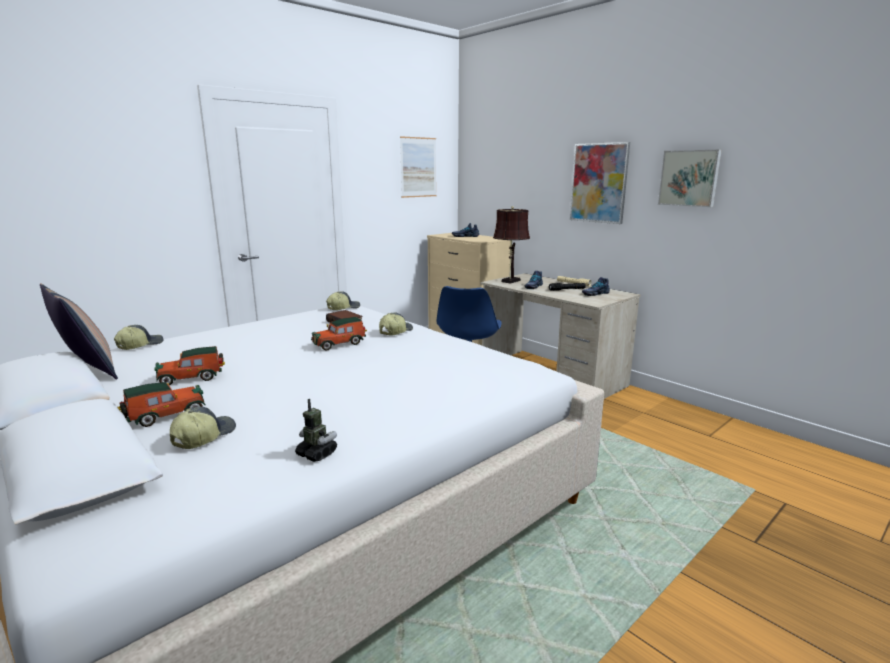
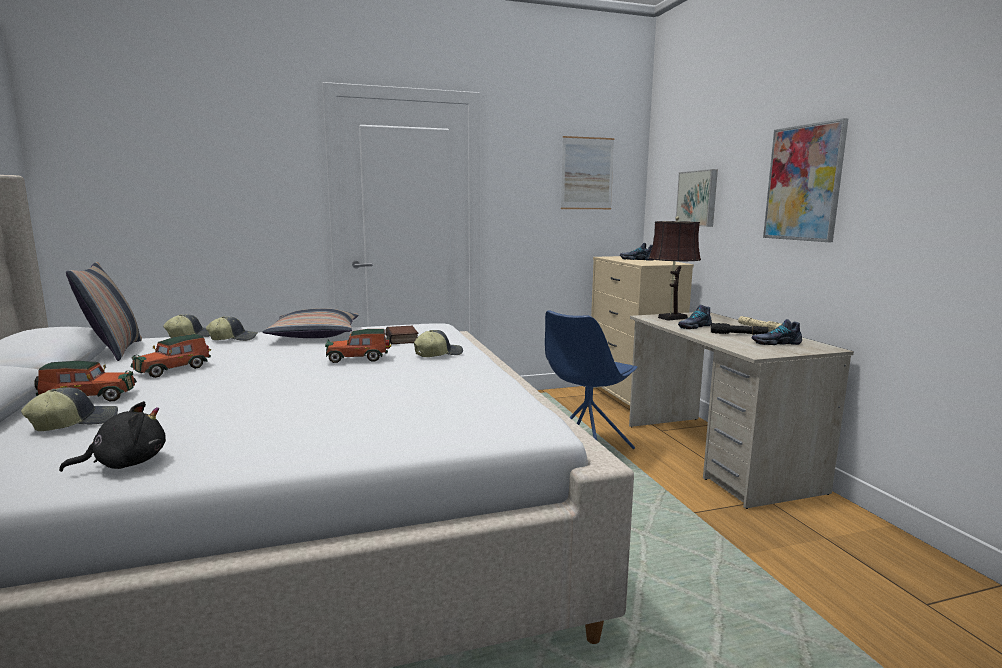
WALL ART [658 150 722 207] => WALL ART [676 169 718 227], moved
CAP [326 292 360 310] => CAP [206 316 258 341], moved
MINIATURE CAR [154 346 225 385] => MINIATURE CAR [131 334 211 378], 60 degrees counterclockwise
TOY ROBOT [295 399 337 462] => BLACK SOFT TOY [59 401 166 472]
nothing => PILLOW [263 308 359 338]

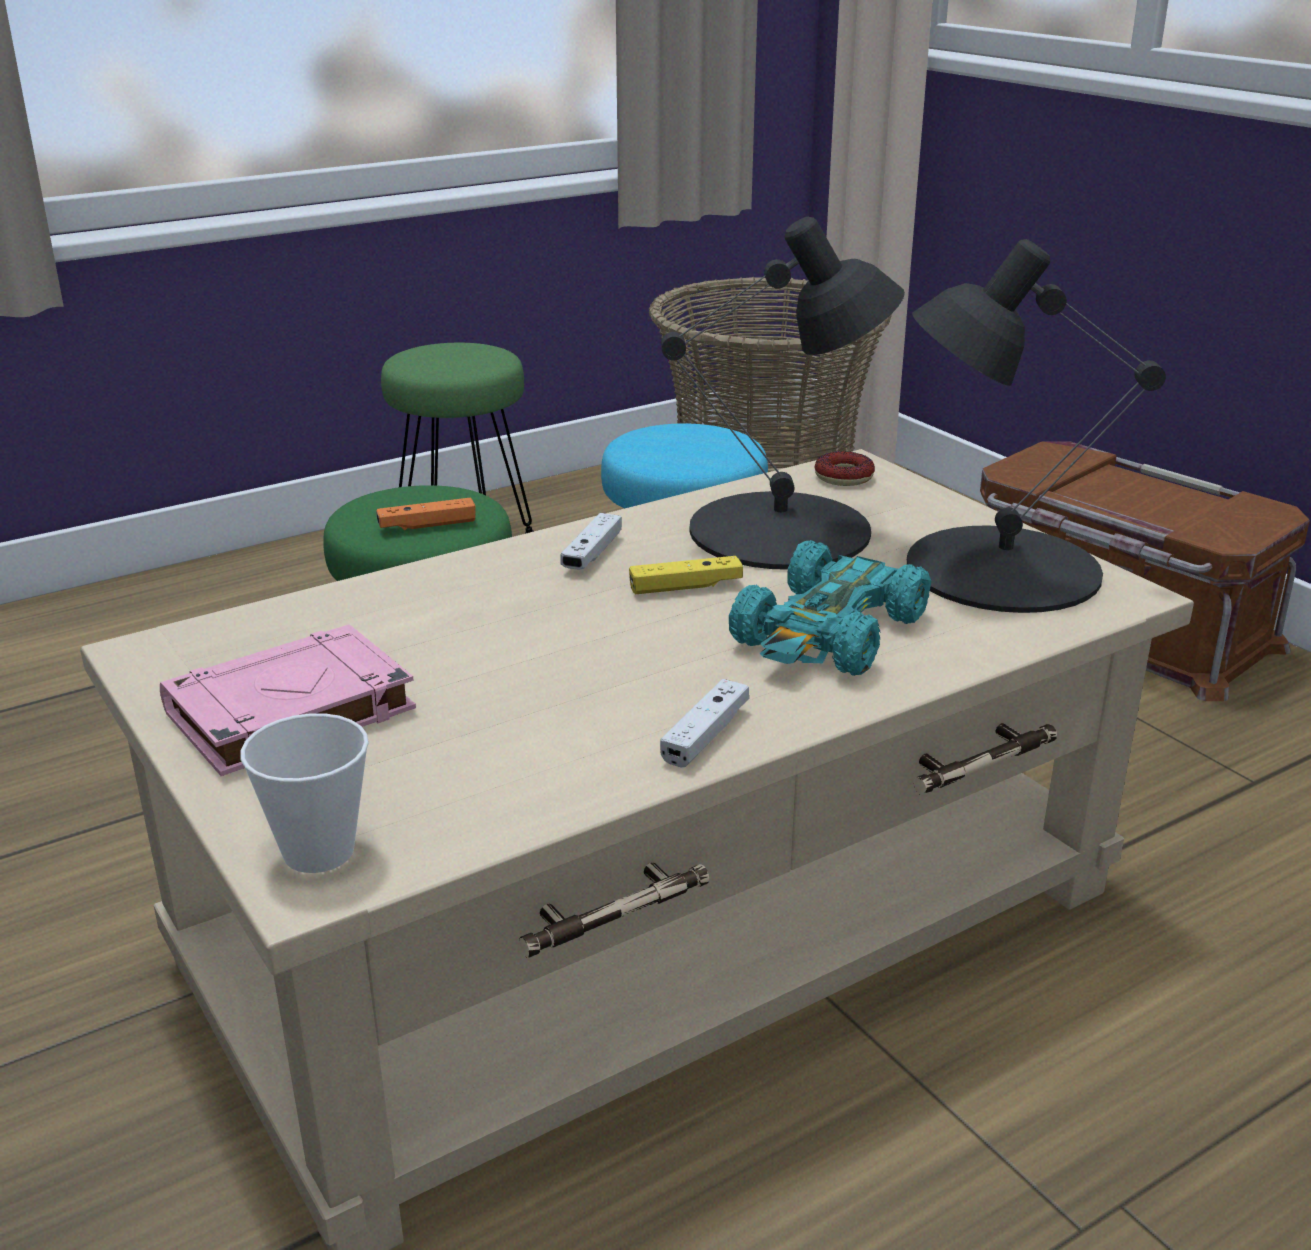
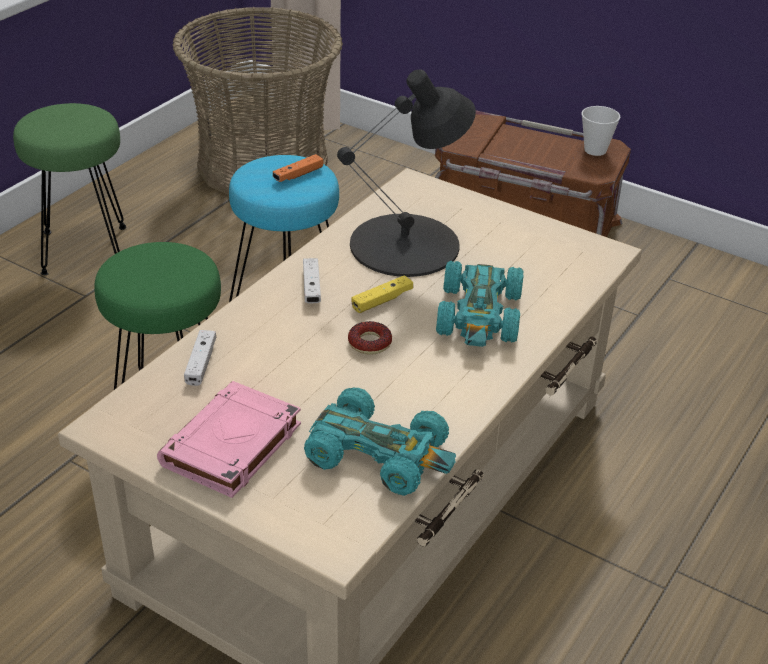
BLACK TABLETOP LAMP [907 239 1166 613] => nothing
RING DOUGHNUT [815 451 875 486] => RING DOUGHNUT [348 321 392 355], moved
ORANGEY GAME CONTROLLER [376 498 476 530] => ORANGEY GAME CONTROLLER [273 154 323 182], moved
WHITE-COLOURED GAME CONTROLLER [660 679 749 768] => WHITE-COLOURED GAME CONTROLLER [184 330 216 386], moved
DRINKING CUP [240 713 369 873] => DRINKING CUP [582 106 620 156], moved
nothing => TURQUOISE MINIATURE CAR [304 387 456 496]

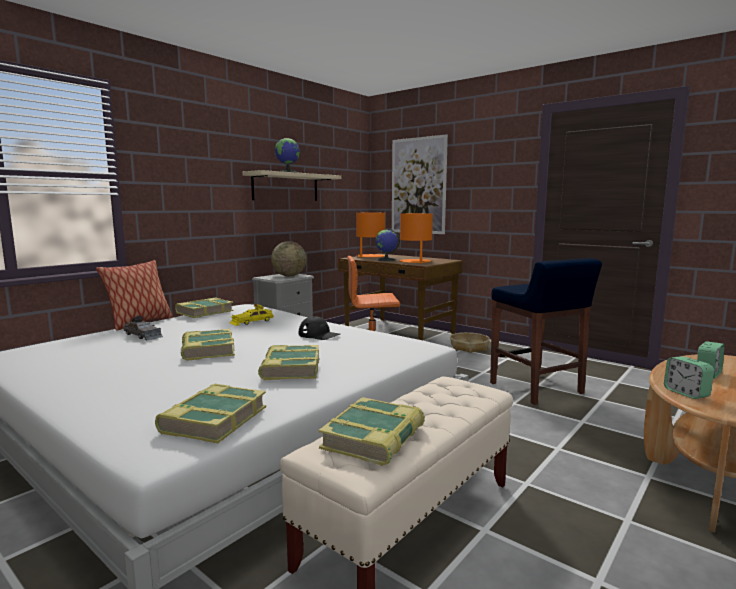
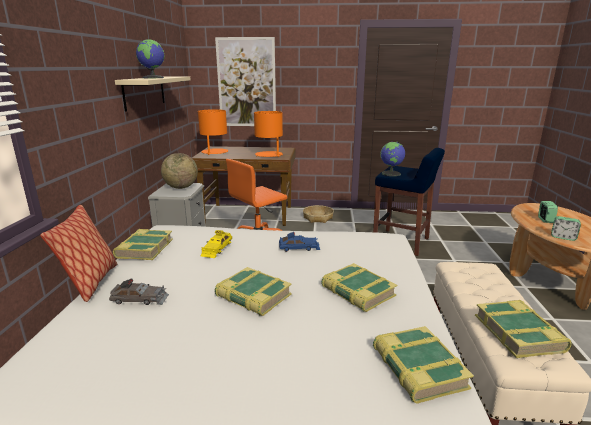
GLOBE [375 229 400 261] => GLOBE [380 142 405 176], moved
BLACK CAP [299 316 340 340] => BLUE-COLOURED MINIATURE CAR [279 232 320 252]

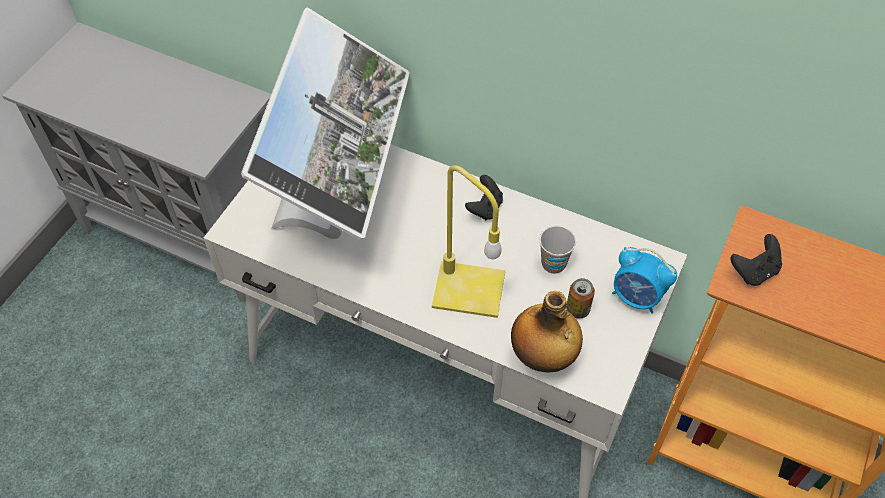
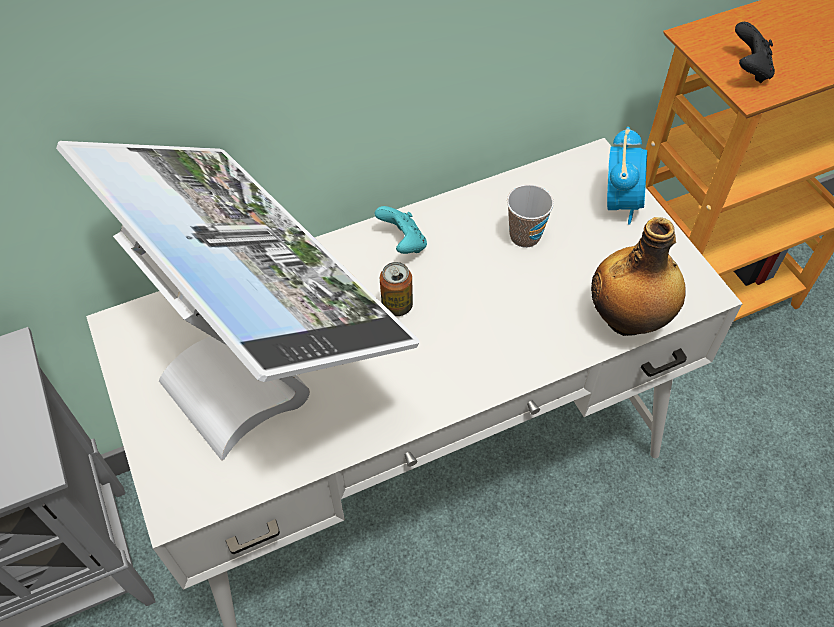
YELLOWISH TABLETOP LAMP [432 165 505 318] => nothing
BLACK GAME CONTROLLER [465 175 503 220] => TURQUOISE GAME CONTROLLER [374 206 427 254]
BEDSIDE CLOCK [612 247 677 314] => BEDSIDE CLOCK [607 127 647 225], 60 degrees counterclockwise
SEALED CAN [566 278 595 319] => SEALED CAN [380 262 413 316], moved

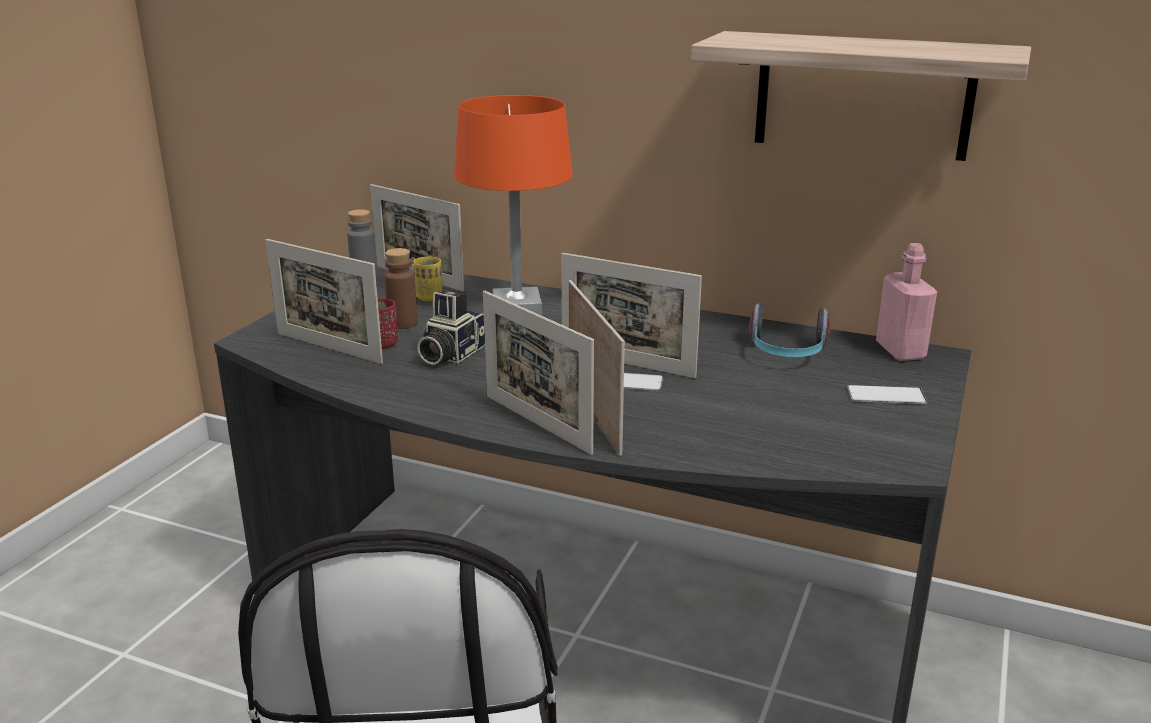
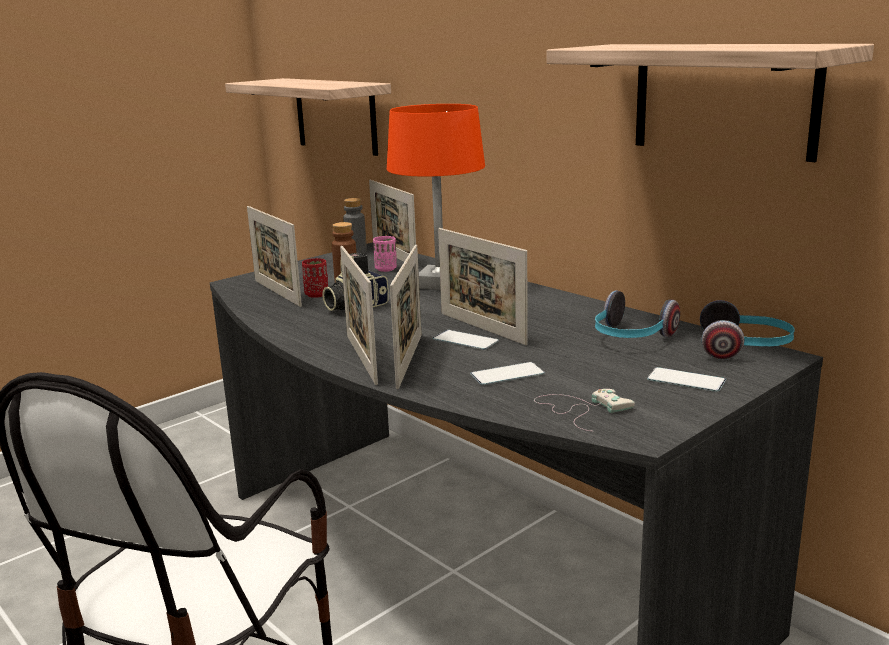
PINK DRINK BOTTLE [876 243 937 361] => HEADSET [700 300 795 360]
YELLOWISH DRINKING CUP [414 257 443 301] => PINK DRINKING CUP [373 236 397 272]
nothing => BRACKET SHELF [225 78 391 156]
nothing => HANDSET [470 362 545 385]
nothing => WHITE-COLOURED GAME CONTROLLER [534 389 635 432]

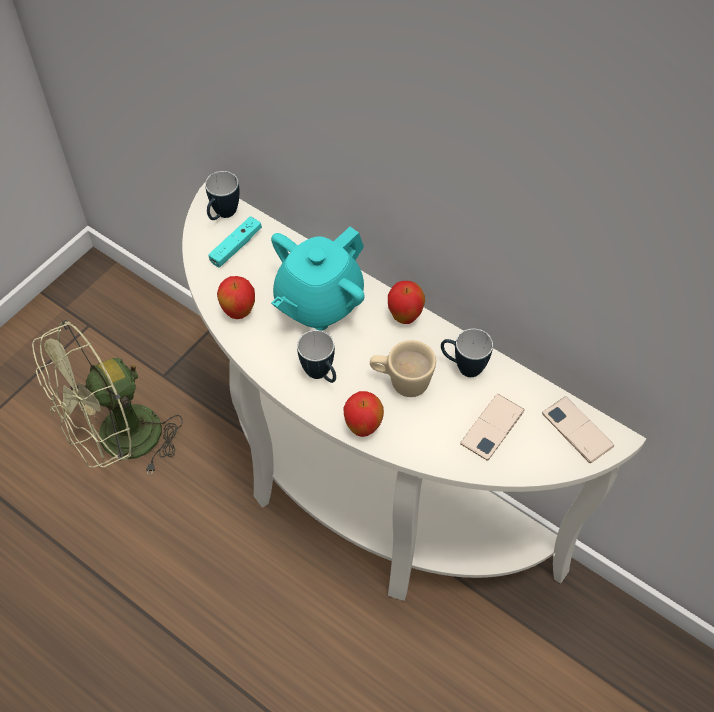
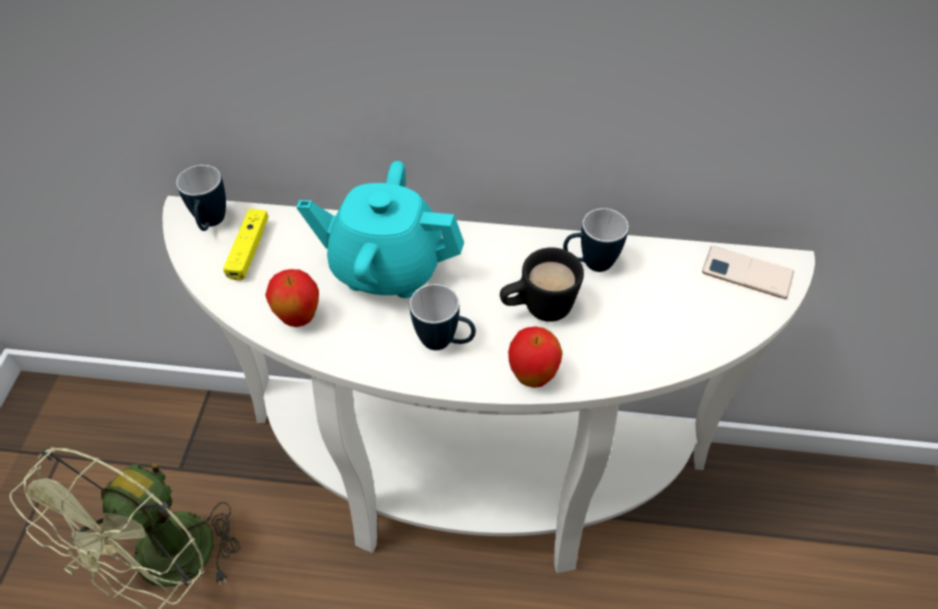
TURQUOISE GAME CONTROLLER [208 216 262 268] => YELLOWISH GAME CONTROLLER [223 209 269 281]
TURQUOISE POT FOR TEA [271 227 365 330] => TURQUOISE POT FOR TEA [297 161 464 298], 90 degrees clockwise
WHOLE APPLE [388 281 425 324] => nothing
BEIGE-COLOURED MUG [370 340 436 397] => BLACK MUG [500 247 584 322]
HANDSET [460 394 525 461] => nothing

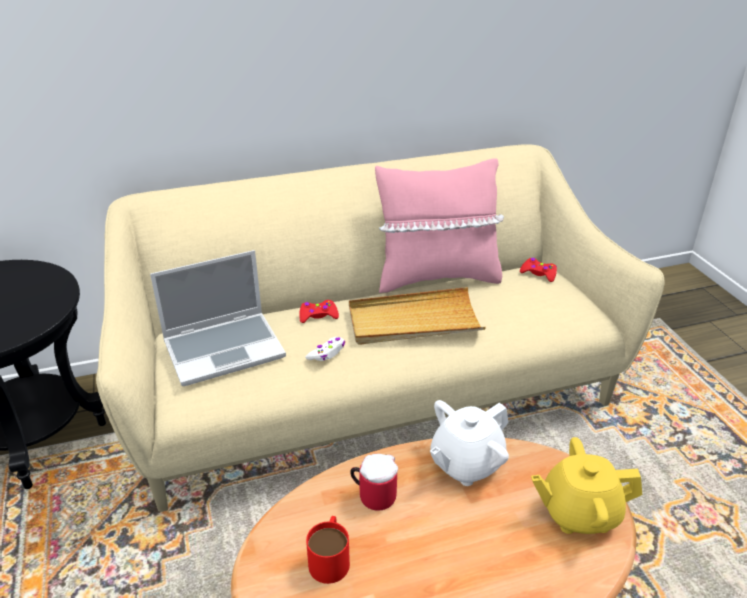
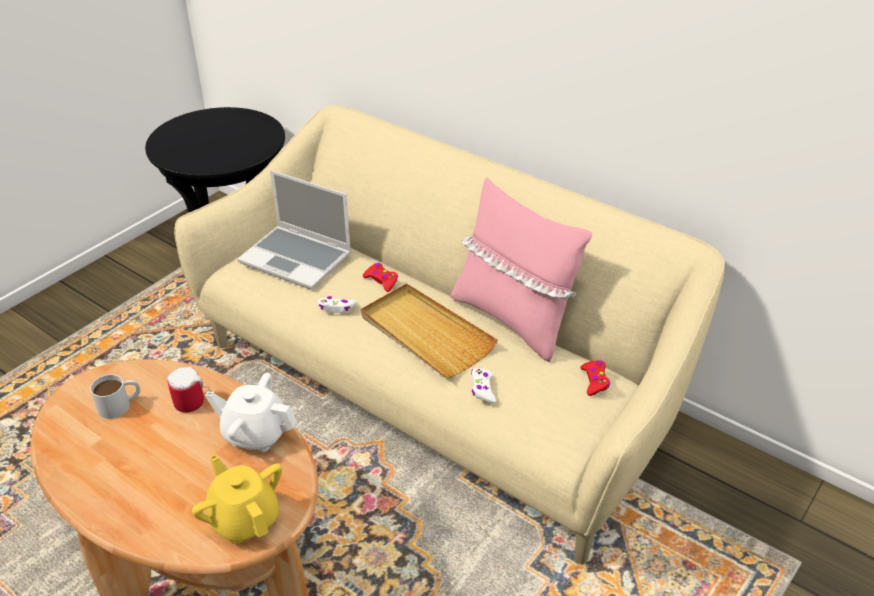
REDDISH MUG [306 516 350 584] => WHITE-COLOURED MUG [90 374 140 419]
nothing => WHITE-COLOURED GAME CONTROLLER [471 368 496 404]

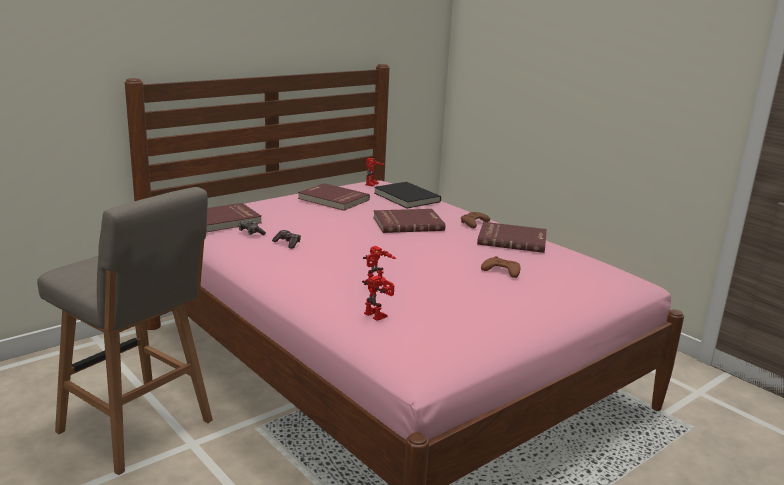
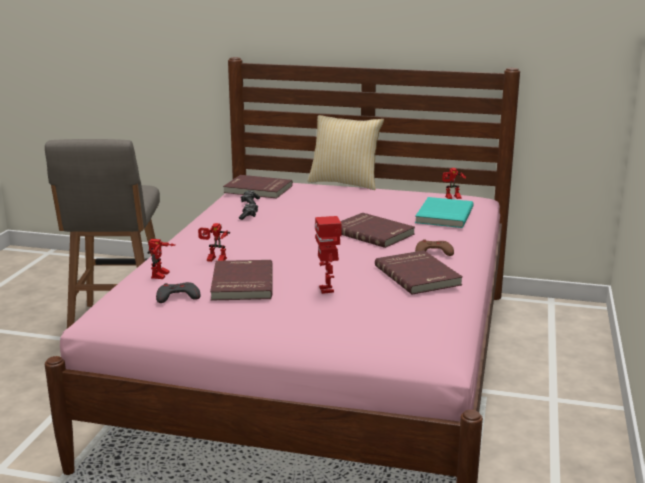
BLACK VOLUME [374 182 441 208] => TURQUOISE VOLUME [415 197 474 228]
REDDISH VOLUME [298 183 370 211] => REDDISH VOLUME [210 260 273 301], moved
BROWN-COLOURED GAME CONTROLLER [481 256 520 278] => TOY ROBOT [315 216 342 294]
nothing => PILLOW [307 115 384 190]
nothing => GREY GAME CONTROLLER [156 282 201 303]

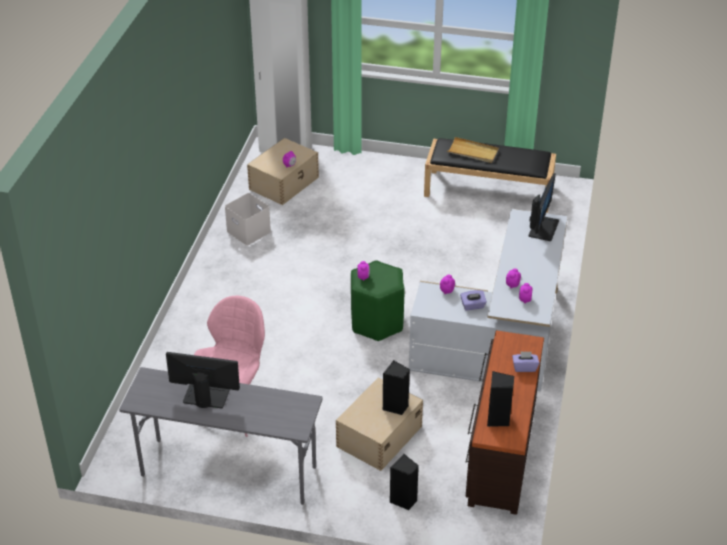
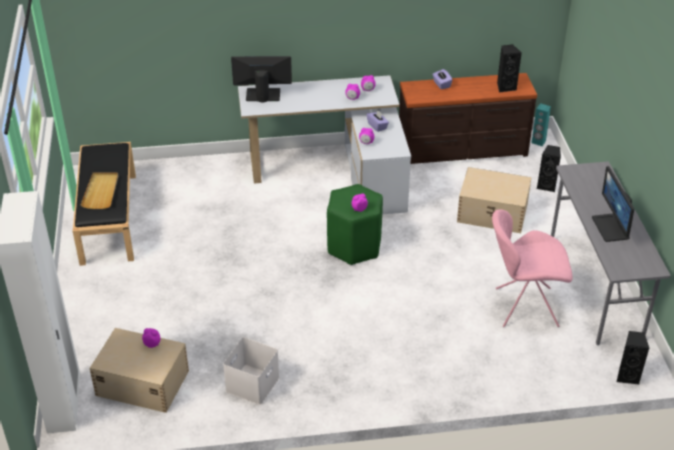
BLACK LOUDSPEAKER [383 360 410 415] => BLACK LOUDSPEAKER [617 331 649 385], moved
nothing => TURQUOISE LOUDSPEAKER [531 103 551 146]

